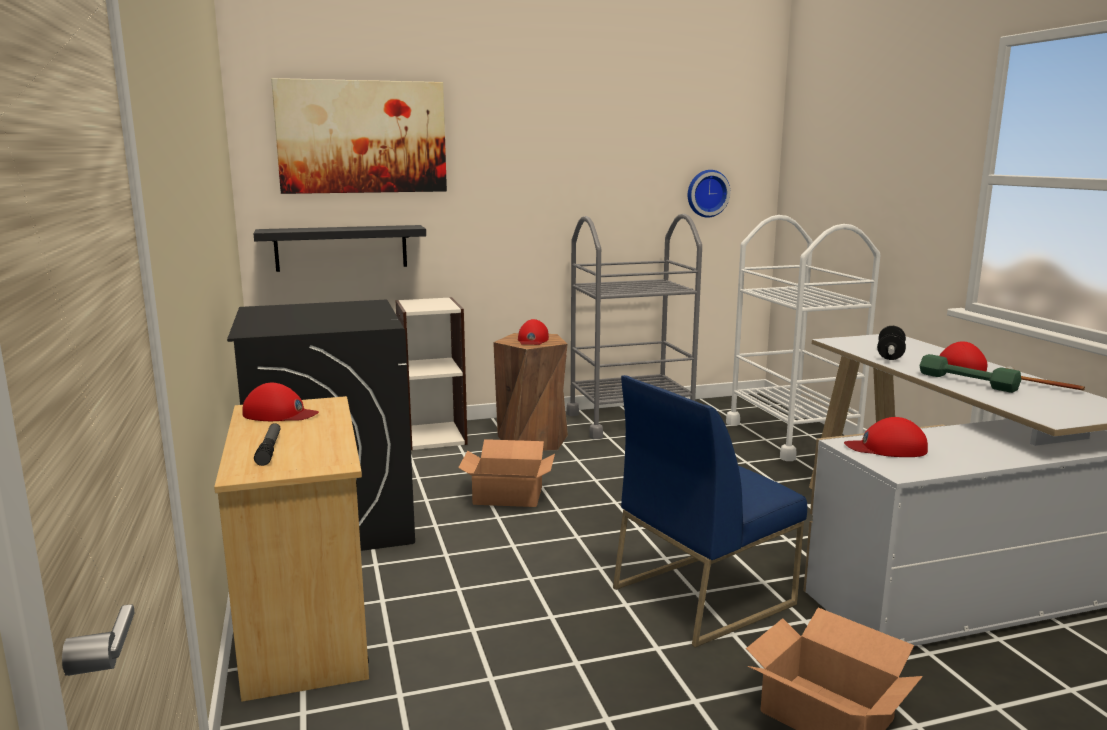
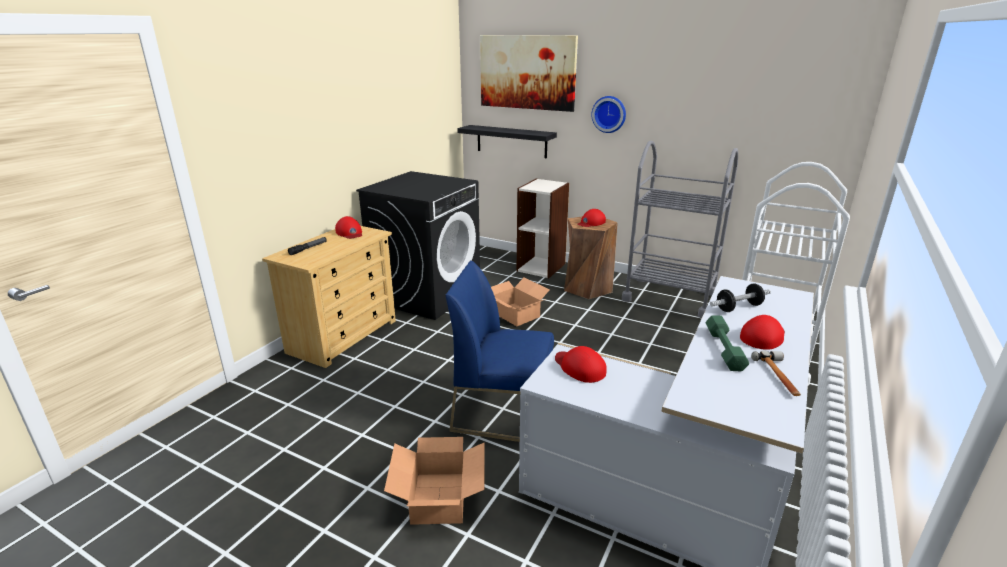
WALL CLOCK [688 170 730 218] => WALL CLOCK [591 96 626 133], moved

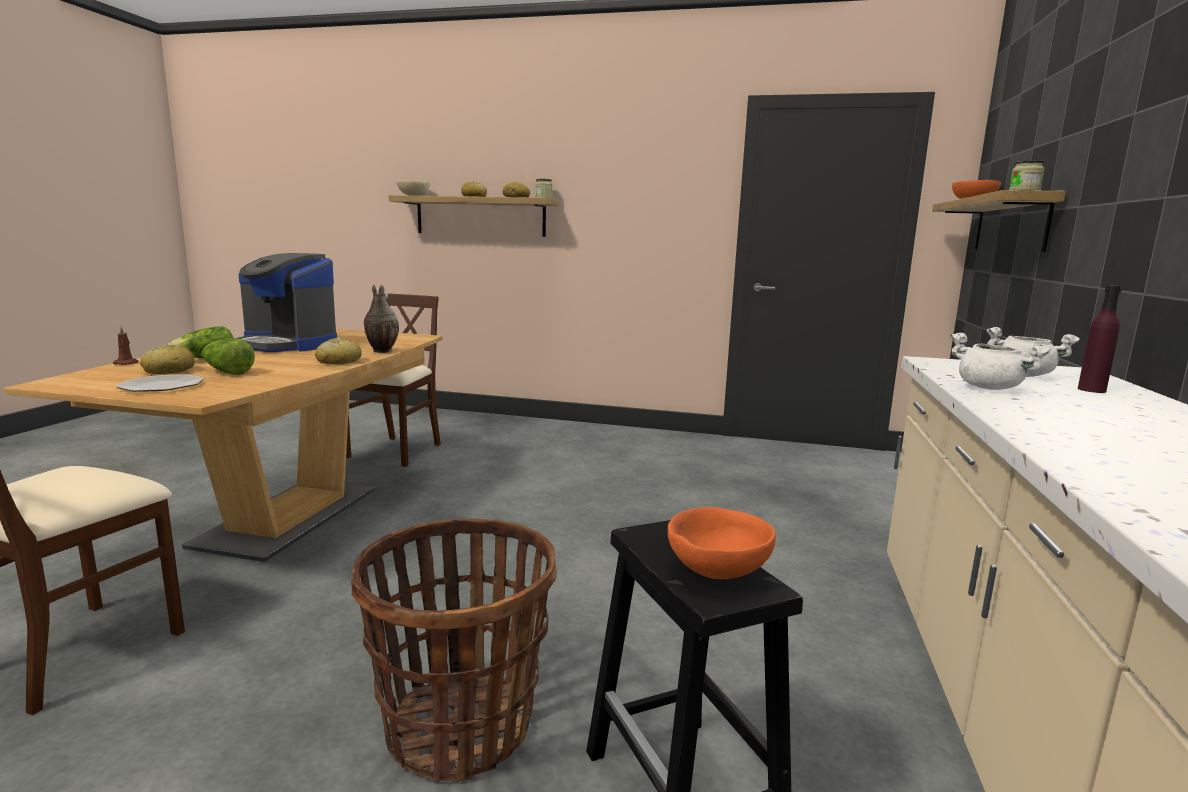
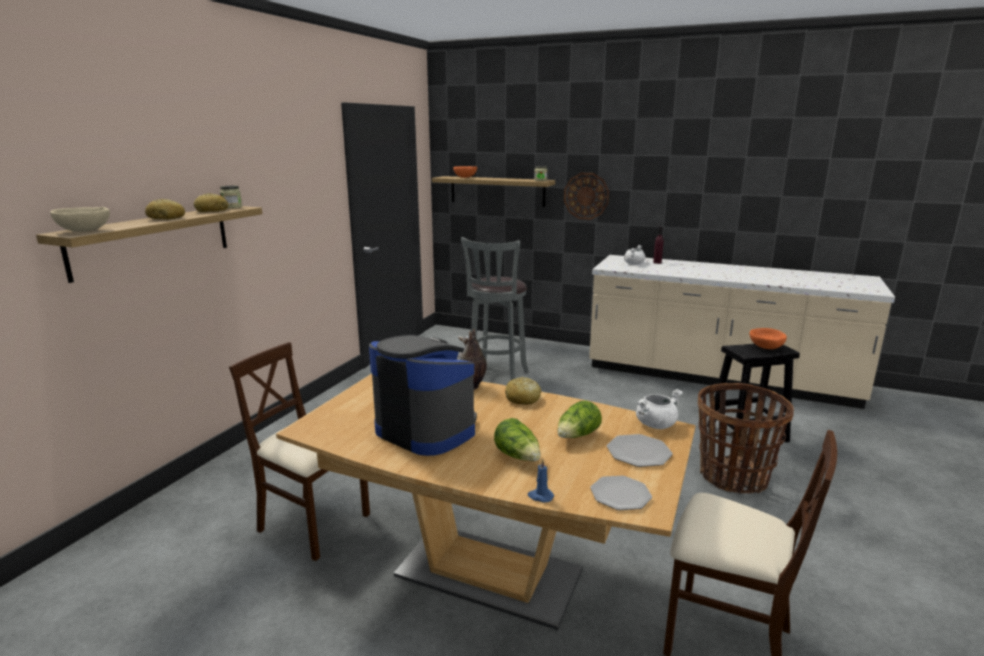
COFFEE MAKER [236 253 337 352] => COFFEE MAKER [369 335 477 456], 90 degrees counterclockwise
BROWN-COLOURED CANDLE [113 326 139 365] => BLUE-COLOURED CANDLE [528 459 554 503]
WHITE-COLOURED STOCKPOT [950 333 1051 390] => WHITE-COLOURED STOCKPOT [636 389 683 429], moved
BREAD [140 344 195 374] => nothing
nothing => WALL CLOCK [564 173 609 220]
nothing => GREY STOOL [461 237 529 380]
nothing => FLAT DISH [590 476 652 510]

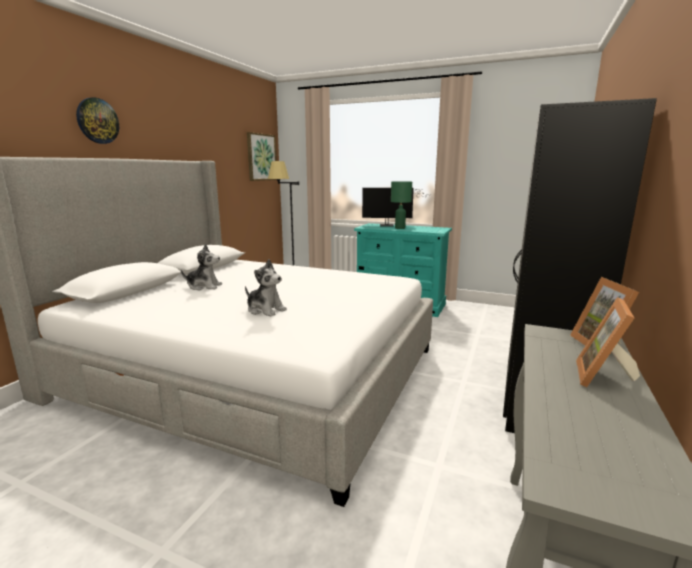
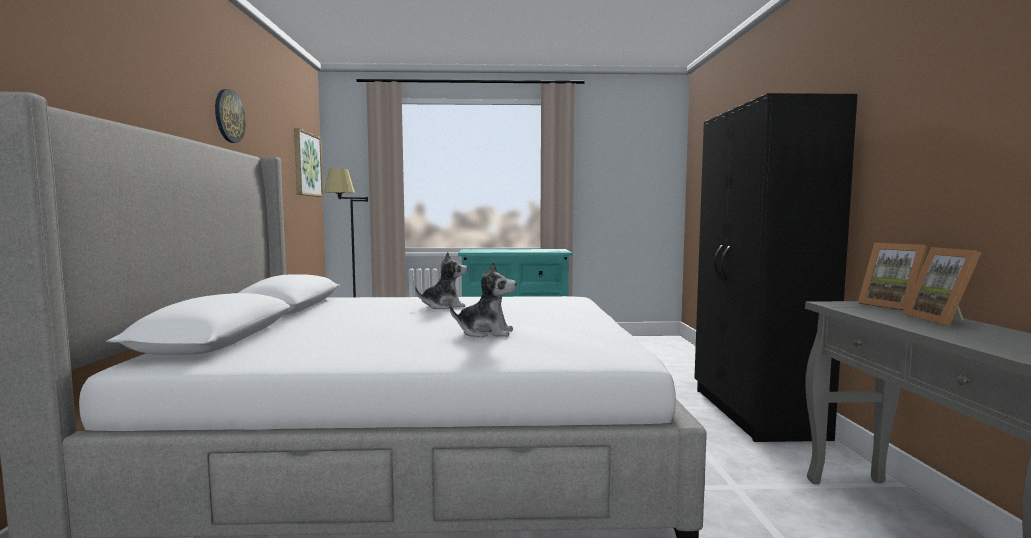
WALL CLOCK [76 97 119 144] => WALL CLOCK [215 89 246 143], moved
GREENISH TABLETOP LAMP [391 181 412 229] => nothing
COMPUTER SCREEN [362 188 429 226] => nothing
SOFT TOY [181 244 222 290] => SOFT TOY [415 252 467 309], moved

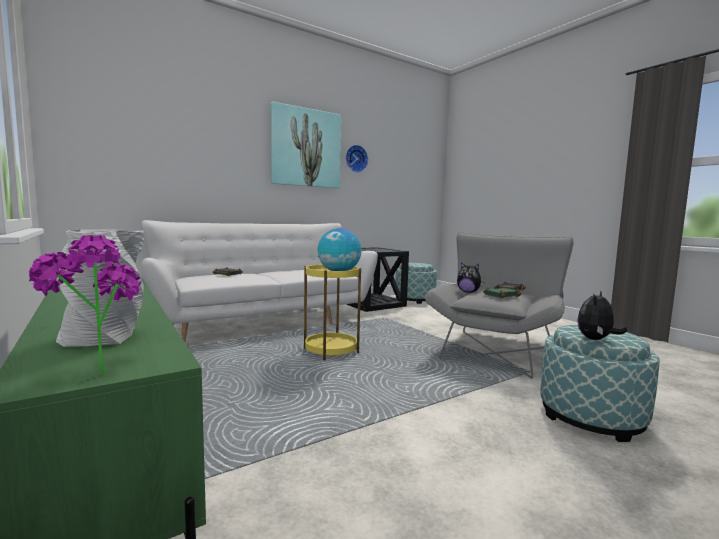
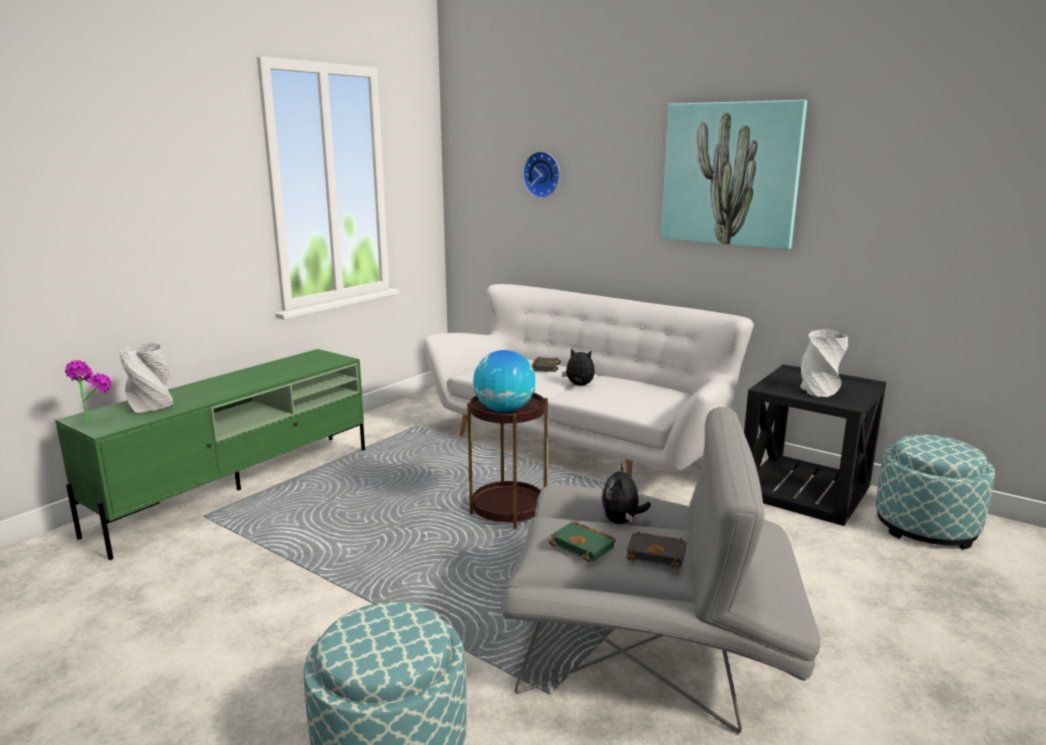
WALL CLOCK [346 145 368 173] => WALL CLOCK [523 151 560 198], moved
YELLOWISH SIDE TABLE [304 264 361 360] => BROWN-COLOURED SIDE TABLE [467 393 548 529]
SOFT TOY [577 290 627 340] => SOFT TOY [561 349 595 386], moved
nothing => GREY VASE [800 329 848 397]

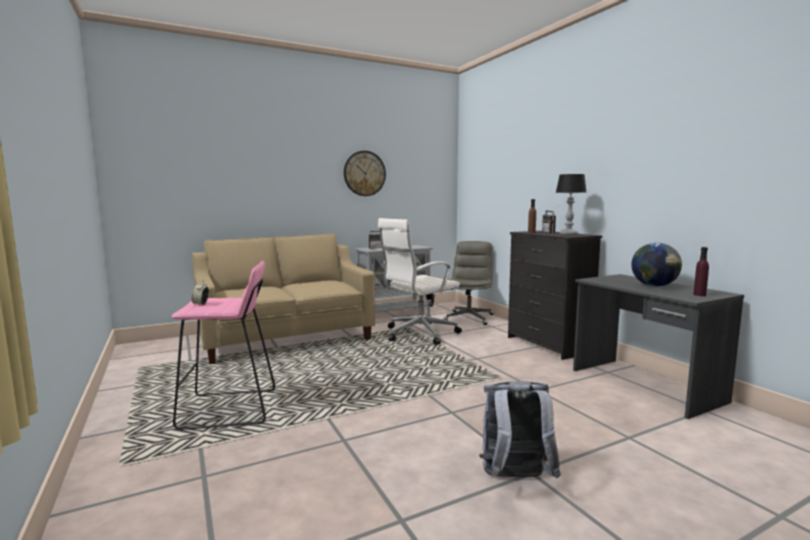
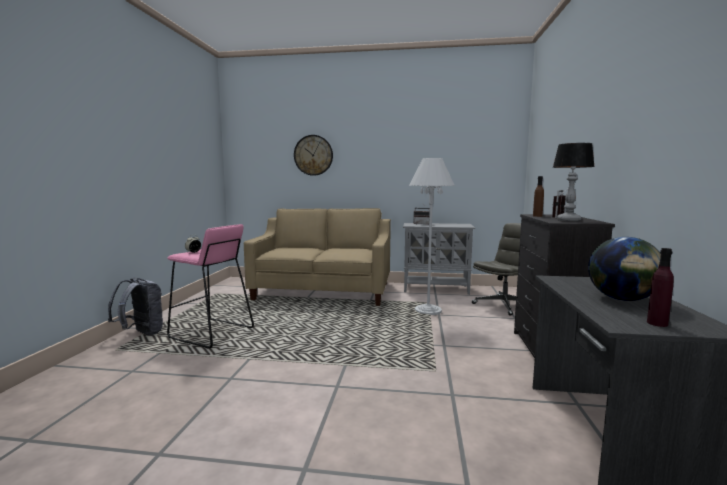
WALL CLOCK [344 151 386 196] => WALL CLOCK [294 135 333 176], moved
WHITE-COLOURED OFFICE CHAIR [378 218 462 345] => WHITE-COLOURED STANDARD LAMP [409 158 455 315]
GREY RUCKSACK [479 381 561 478] => GREY RUCKSACK [108 277 163 336], moved

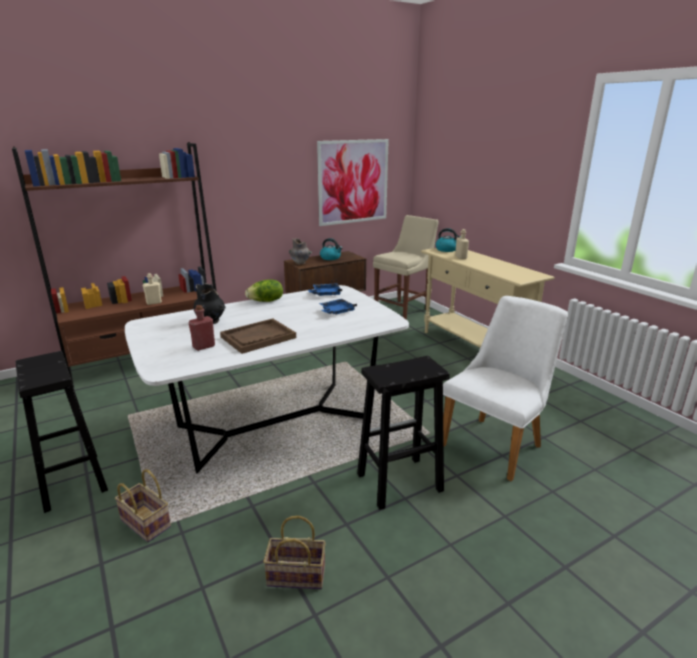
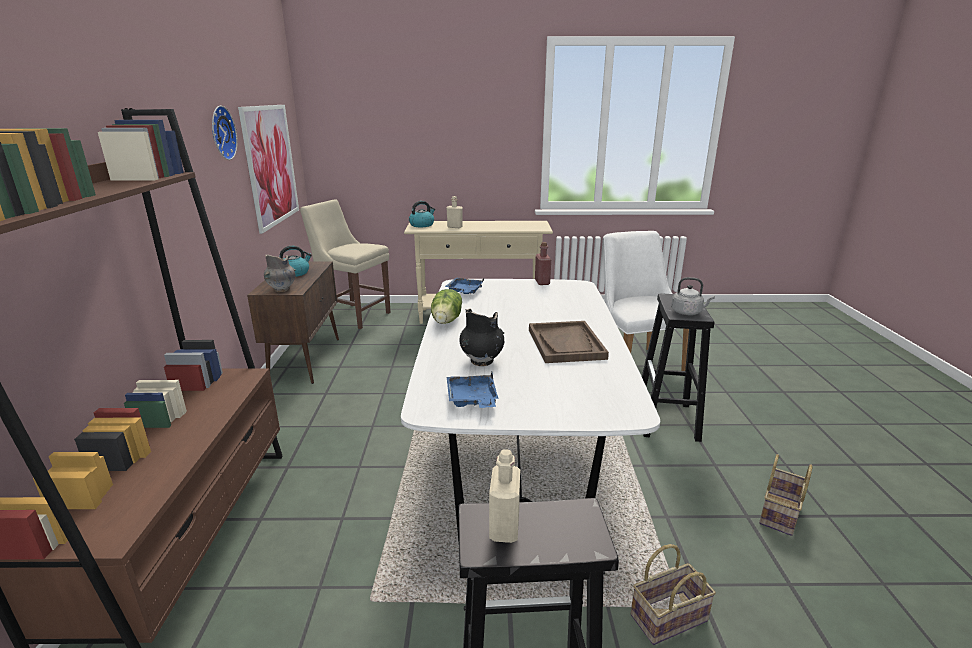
BEIGE-COLOURED UPRIGHT CHAIR [373 215 439 320] => BEIGE-COLOURED UPRIGHT CHAIR [300 199 391 329], 45 degrees counterclockwise
BEIGE-COLOURED DRINK BOTTLE [142 273 162 305] => BEIGE-COLOURED DRINK BOTTLE [489 449 520 543], moved
BLUE-COLOURED TRAY [319 299 357 315] => BLUE-COLOURED TRAY [447 372 499 408], moved
REDDISH DRINK BOTTLE [189 305 215 351] => REDDISH DRINK BOTTLE [535 242 551 285], moved
nothing => WALL CLOCK [212 106 238 160]
nothing => GREY WATER KETTLE [671 277 715 315]

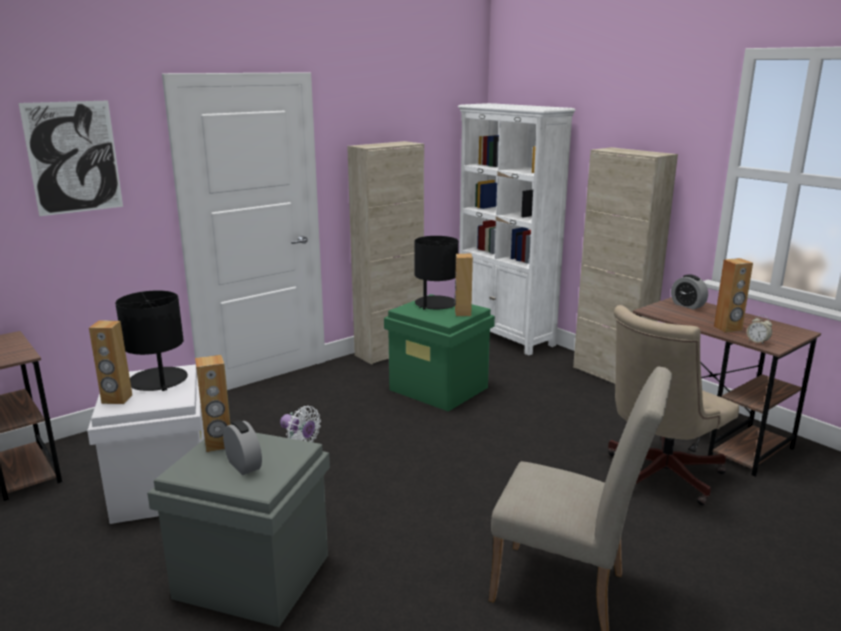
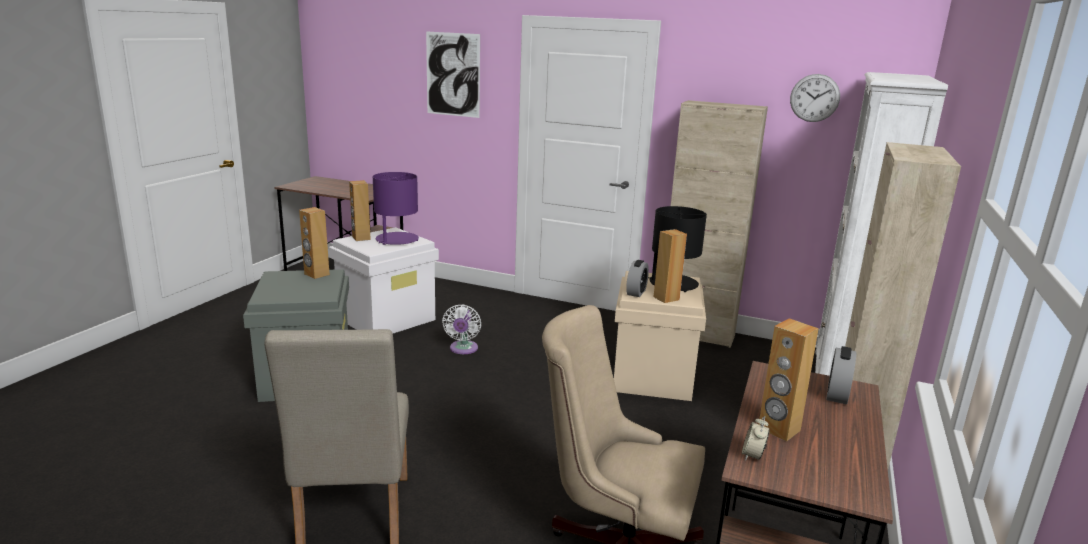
BLACK TABLETOP LAMP [115 290 188 391] => PURPLE TABLETOP LAMP [373 172 419 245]
GREENISH STORAGE BIN [384 294 495 412] => BEIGE-COLOURED STORAGE BIN [614 271 706 401]
BEDSIDE CLOCK [223 420 262 475] => BEDSIDE CLOCK [626 260 649 297], moved
nothing => WALL CLOCK [790 74 840 122]

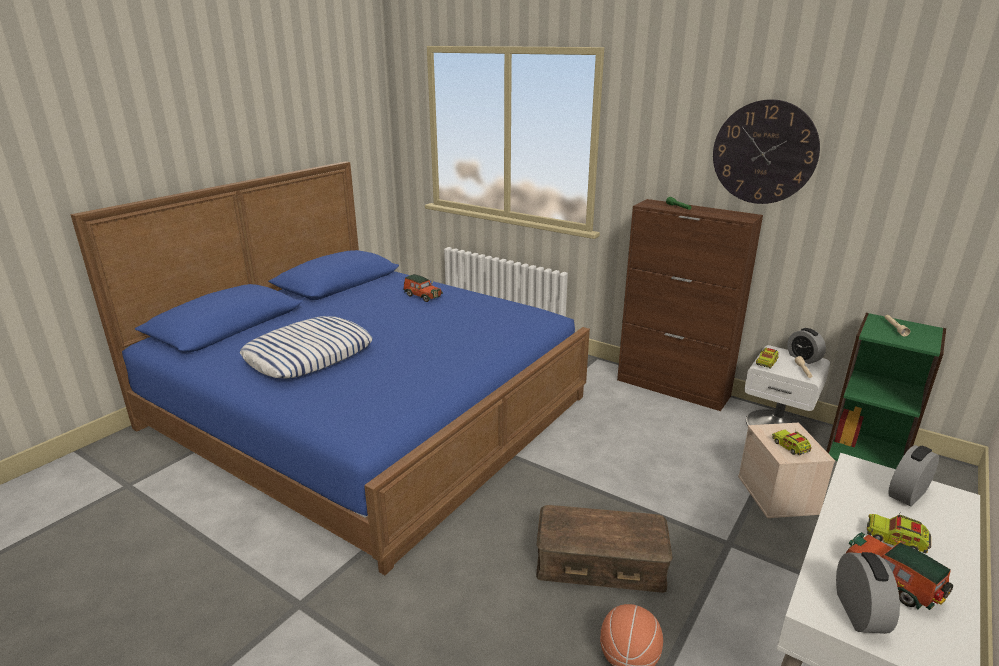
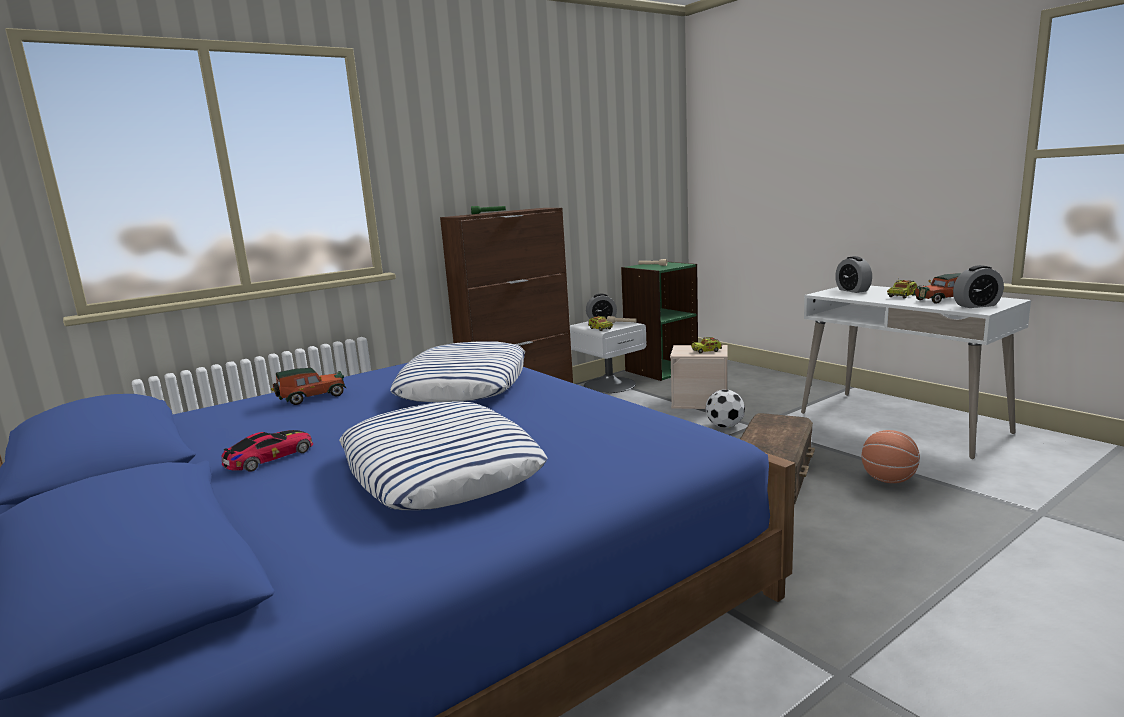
WALL CLOCK [713 99 820 204] => nothing
BEDSIDE CLOCK [836 552 900 634] => BEDSIDE CLOCK [953 265 1004 308], 150 degrees clockwise
nothing => PILLOW [390 341 525 402]
nothing => FOOTBALL BALL [706 390 745 428]
nothing => MINIATURE CAR [221 430 313 472]

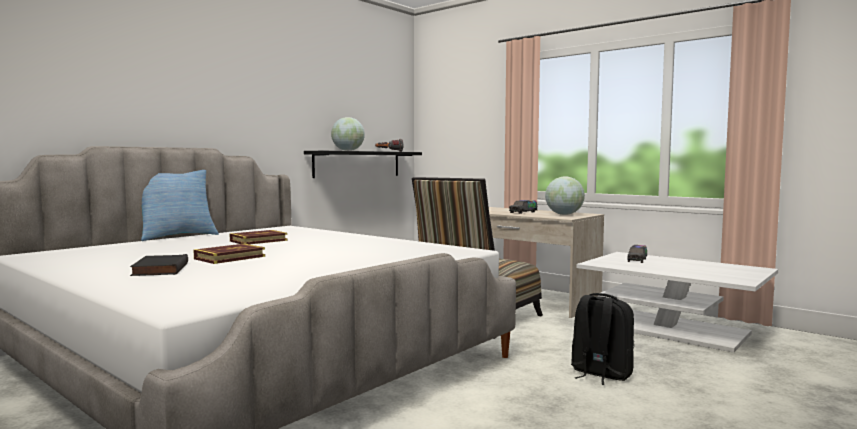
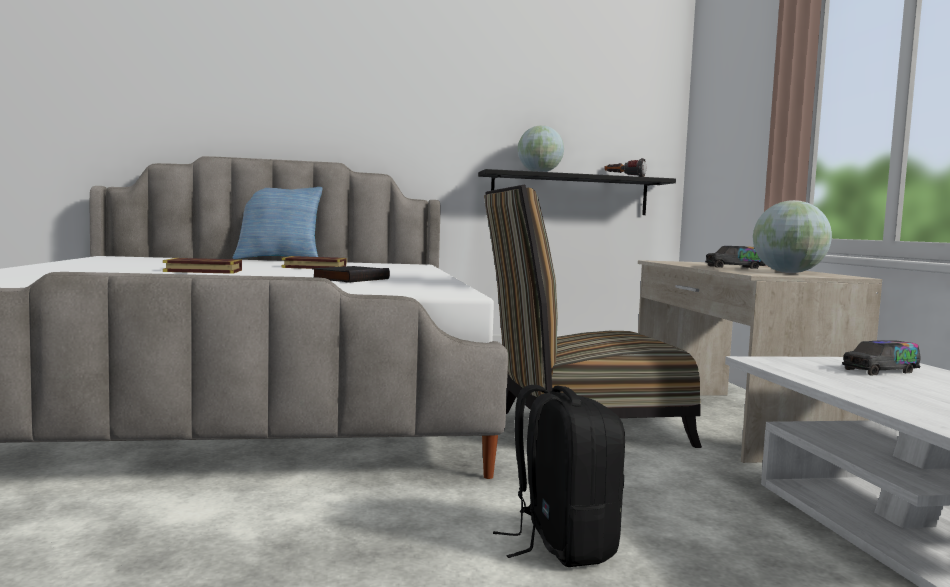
BLACK VOLUME [130 254 188 276] => BLACK VOLUME [312 266 390 283], moved

